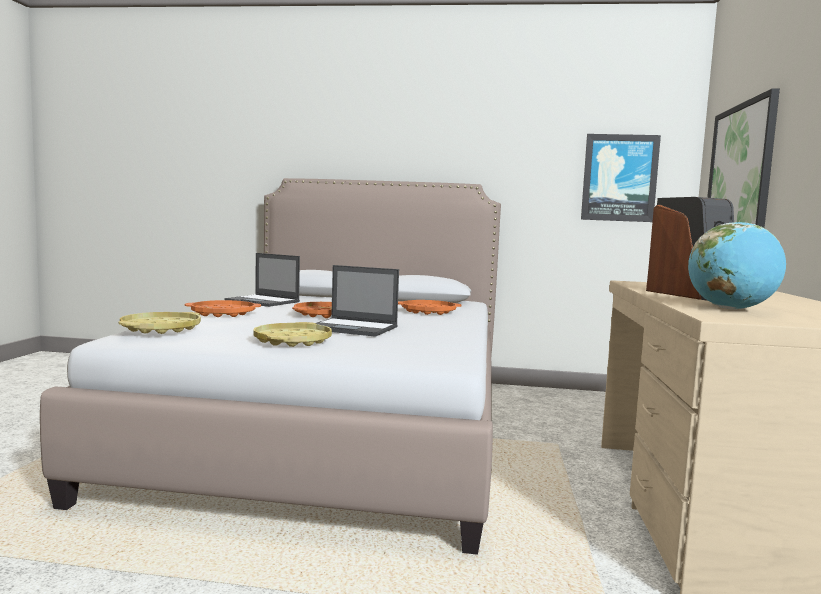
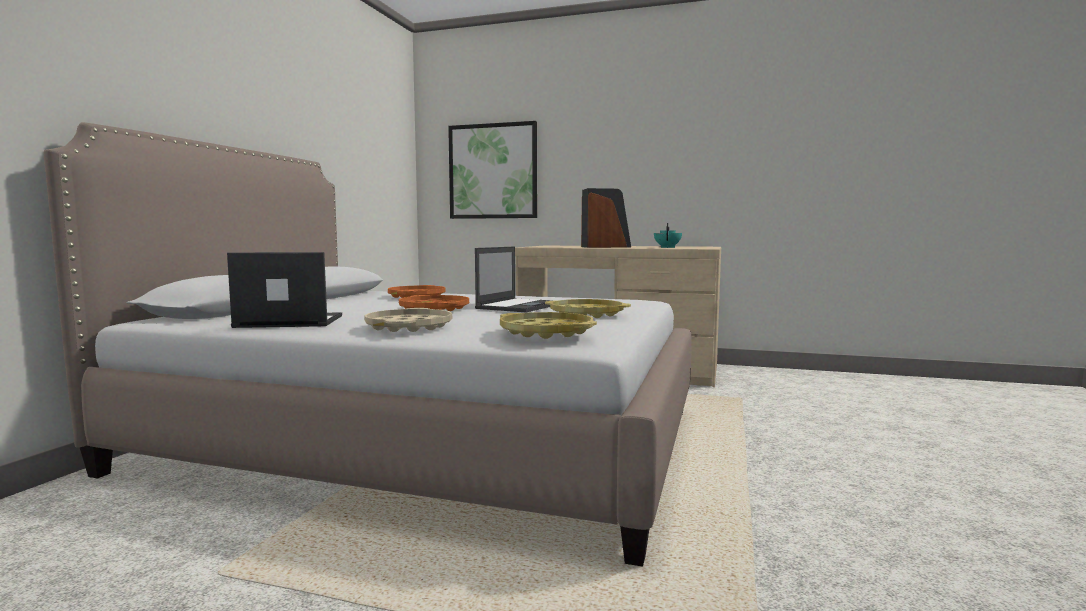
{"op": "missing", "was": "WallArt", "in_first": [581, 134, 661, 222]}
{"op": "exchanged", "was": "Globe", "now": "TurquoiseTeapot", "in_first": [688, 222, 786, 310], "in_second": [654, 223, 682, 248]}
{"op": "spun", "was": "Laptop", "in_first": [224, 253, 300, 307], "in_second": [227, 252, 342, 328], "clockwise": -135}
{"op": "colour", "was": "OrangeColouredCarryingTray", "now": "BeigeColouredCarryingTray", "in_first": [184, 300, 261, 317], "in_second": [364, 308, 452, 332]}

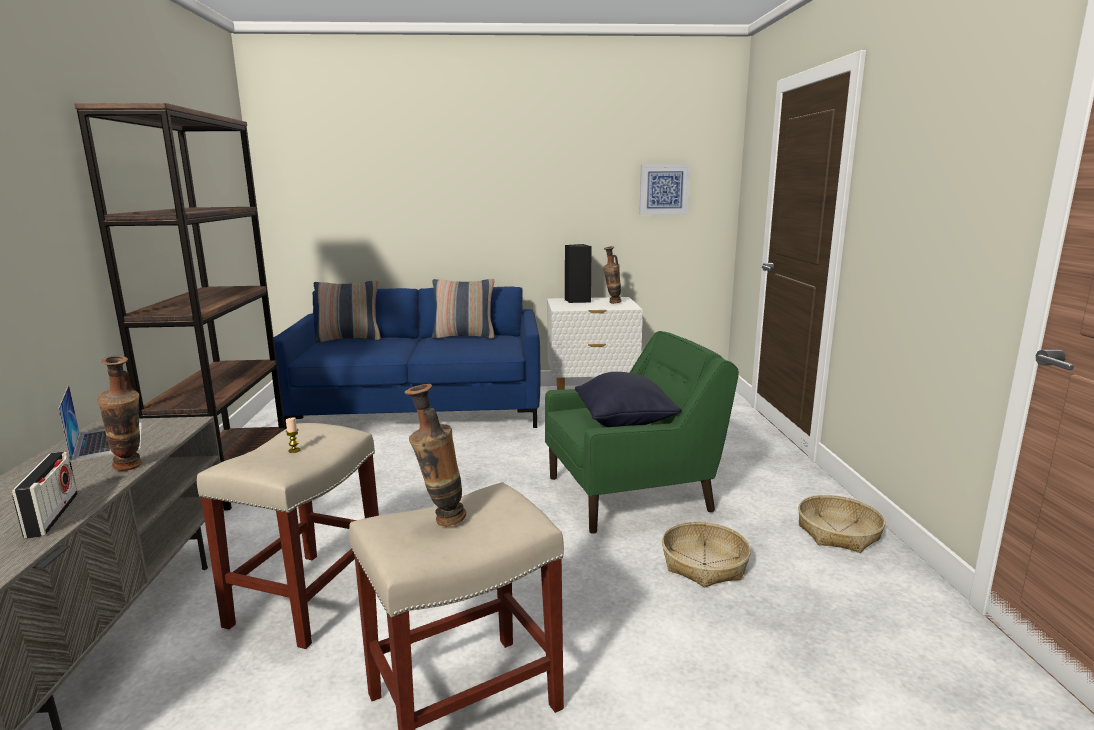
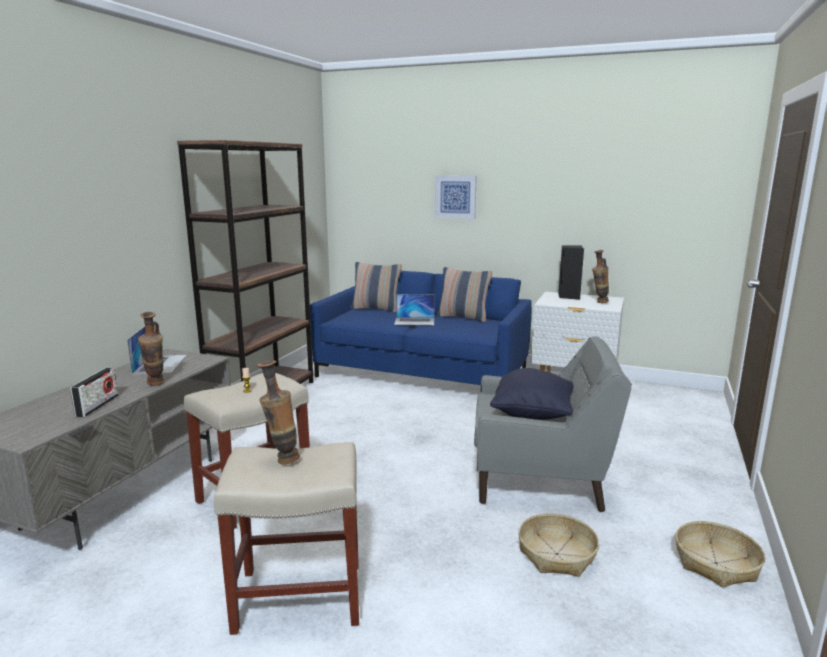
{"op": "relocated", "was": "WallArt", "in_first": [639, 164, 691, 215], "in_second": [435, 175, 477, 219]}
{"op": "colour", "was": "GreenColouredLoungeChair", "now": "GreyLoungeChair", "in_first": [545, 331, 739, 534], "in_second": [474, 336, 632, 512]}
{"op": "appeared", "now": "Laptop", "in_second": [394, 294, 435, 325]}

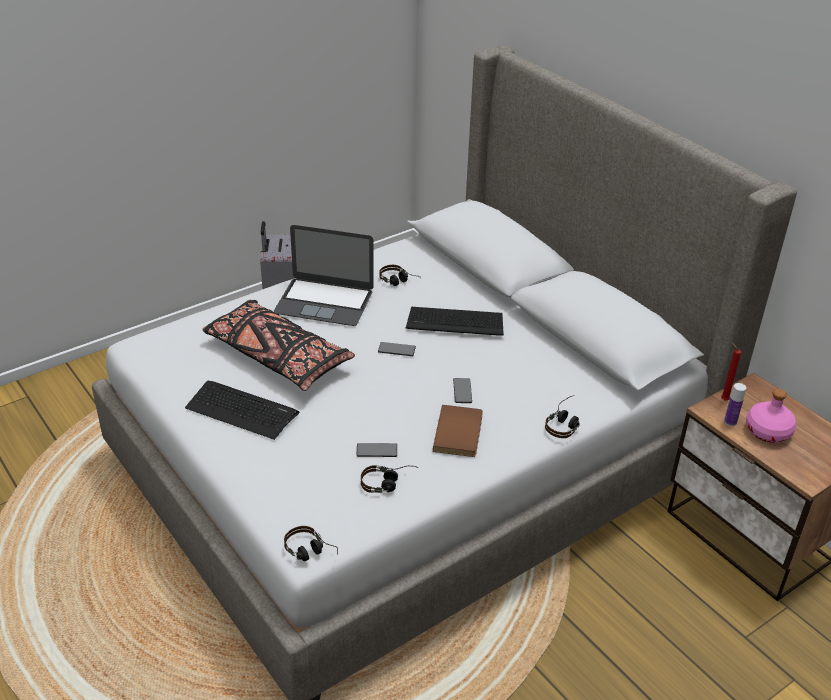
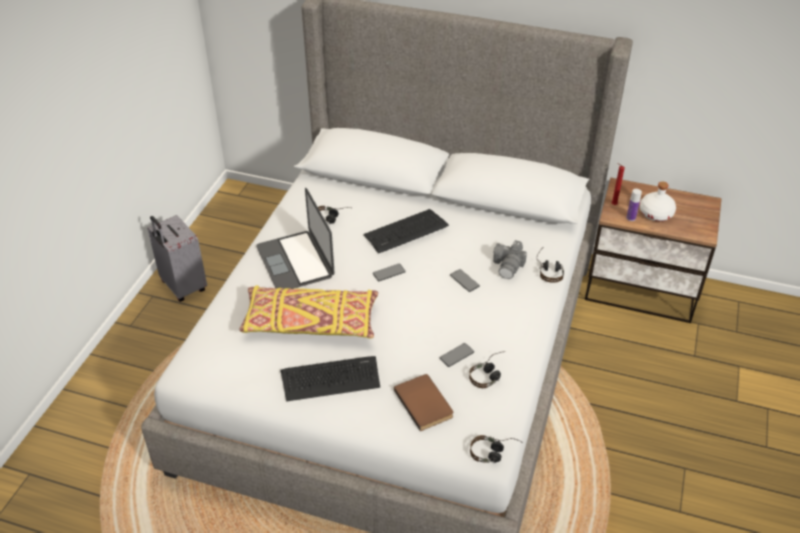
{"op": "spun", "was": "Laptop", "in_first": [274, 225, 374, 326], "in_second": [256, 188, 334, 289], "clockwise": 90}
{"op": "colour", "was": "BlackColouredThrowPillow", "now": "YellowColouredThrowPillow", "in_first": [202, 300, 355, 391], "in_second": [240, 285, 378, 339]}
{"op": "colour", "was": "PinkBeverageBottle", "now": "WhiteColouredBeverageBottle", "in_first": [746, 389, 796, 443], "in_second": [640, 181, 676, 221]}
{"op": "relocated", "was": "BrownColouredBoundBook", "in_first": [433, 405, 483, 457], "in_second": [394, 374, 453, 431]}
{"op": "appeared", "now": "PhotoCamera", "in_second": [493, 240, 527, 279]}

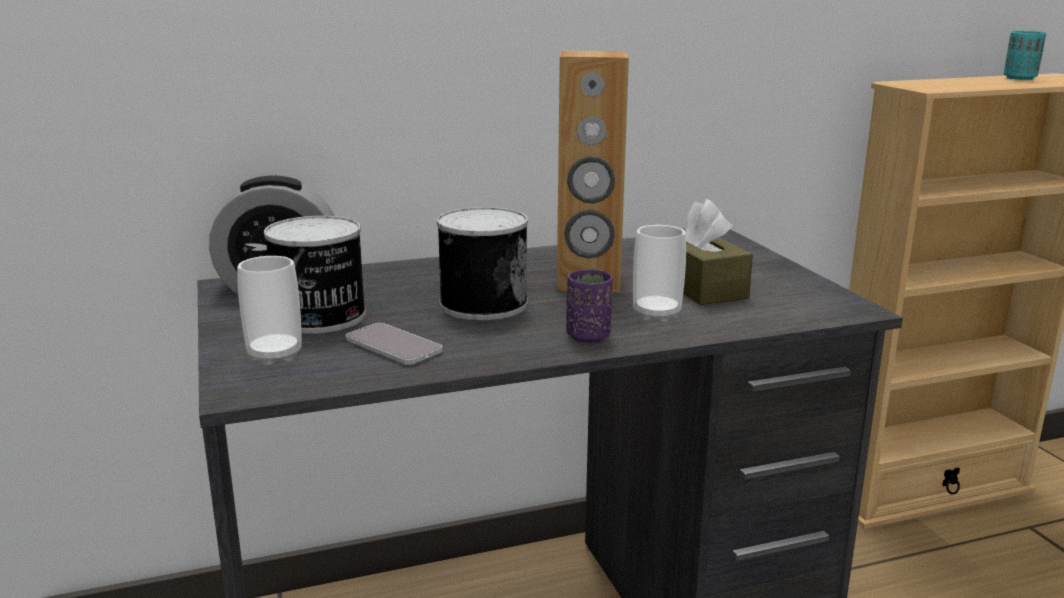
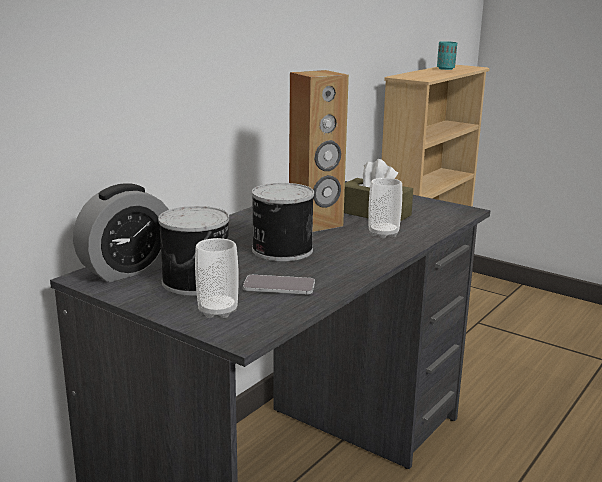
{"op": "missing", "was": "PurplishSmallCup", "in_first": [566, 269, 613, 343]}

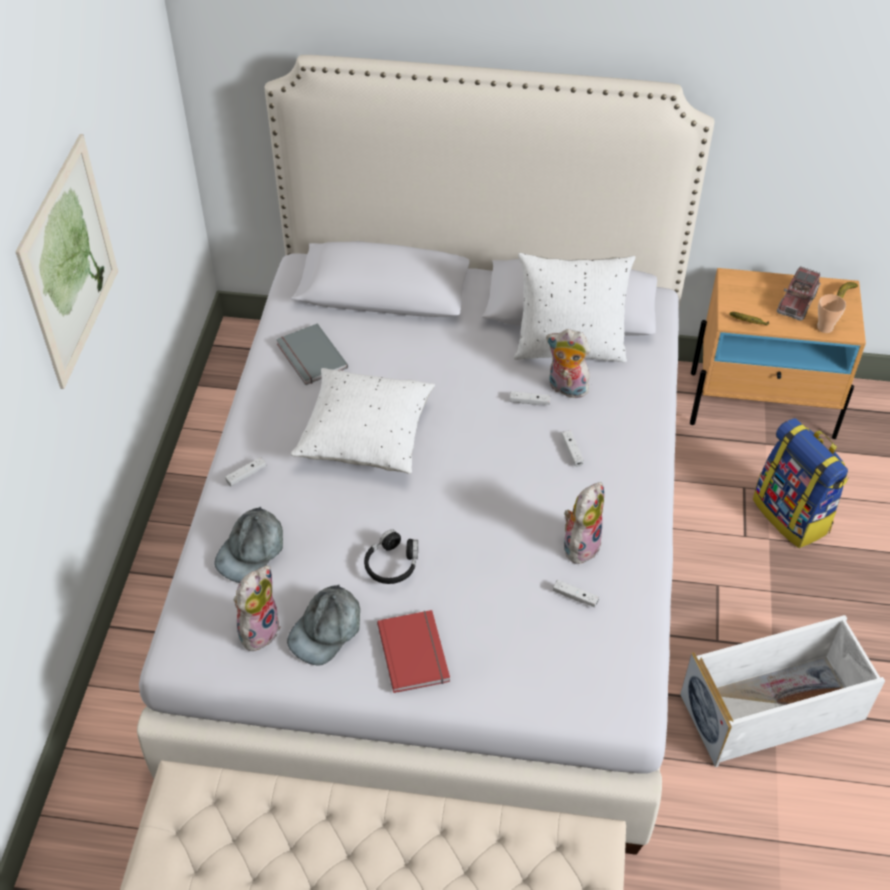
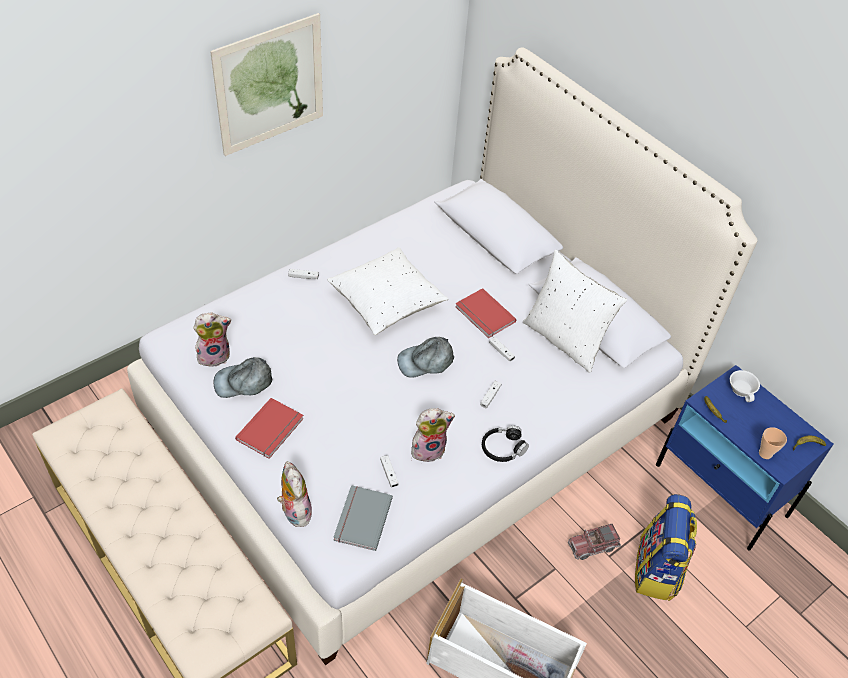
{"op": "relocated", "was": "ModelTruck", "in_first": [777, 266, 821, 321], "in_second": [568, 524, 621, 560]}
{"op": "colour", "was": "BeigeColouredNightstand", "now": "BluishNightstand", "in_first": [690, 268, 866, 439], "in_second": [656, 365, 834, 550]}
{"op": "relocated", "was": "GreyBoundBook", "in_first": [276, 323, 348, 385], "in_second": [333, 485, 393, 551]}
{"op": "relocated", "was": "PlushToy", "in_first": [546, 329, 591, 398], "in_second": [277, 461, 312, 527]}
{"op": "relocated", "was": "GreyCap", "in_first": [214, 507, 283, 583], "in_second": [397, 337, 454, 378]}
{"op": "relocated", "was": "BlackColouredHeadset", "in_first": [364, 529, 418, 584], "in_second": [482, 426, 529, 462]}
{"op": "appeared", "now": "RedBoundBook", "in_second": [455, 288, 516, 338]}
{"op": "appeared", "now": "WhiteColouredSmallCup", "in_second": [730, 370, 760, 402]}

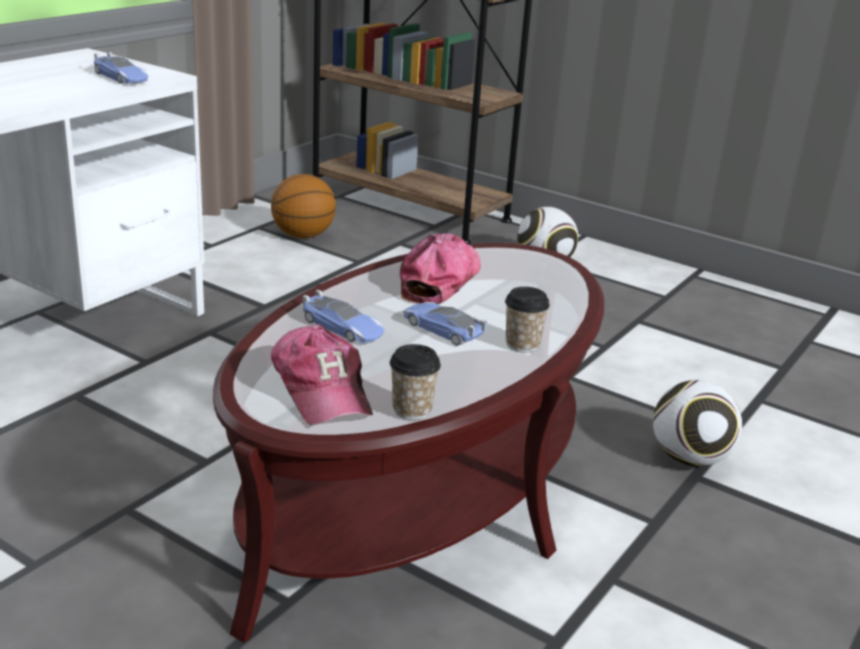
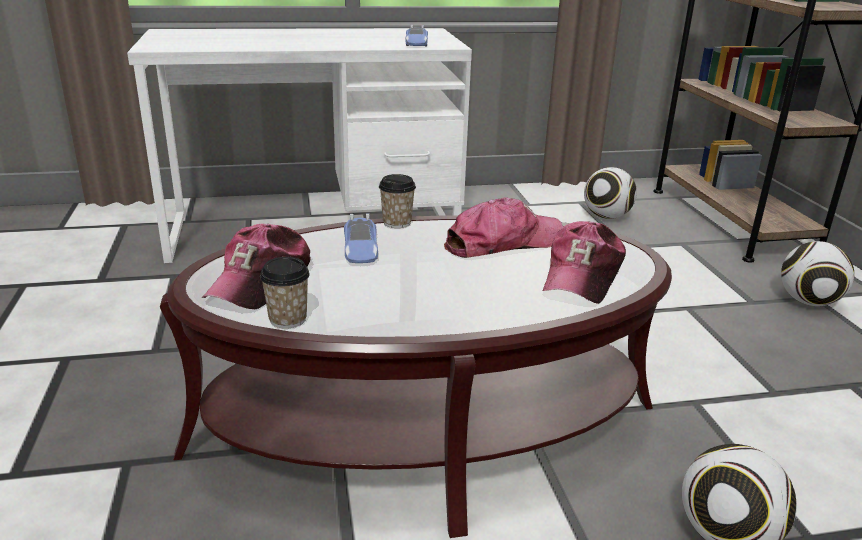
{"op": "exchanged", "was": "BasketballBall", "now": "BallForFootball", "in_first": [271, 174, 336, 238], "in_second": [584, 167, 637, 219]}
{"op": "relocated", "was": "SmallCup", "in_first": [505, 287, 550, 352], "in_second": [379, 174, 416, 228]}
{"op": "missing", "was": "ToyCar", "in_first": [403, 302, 487, 346]}
{"op": "appeared", "now": "Cap", "in_second": [542, 221, 626, 304]}

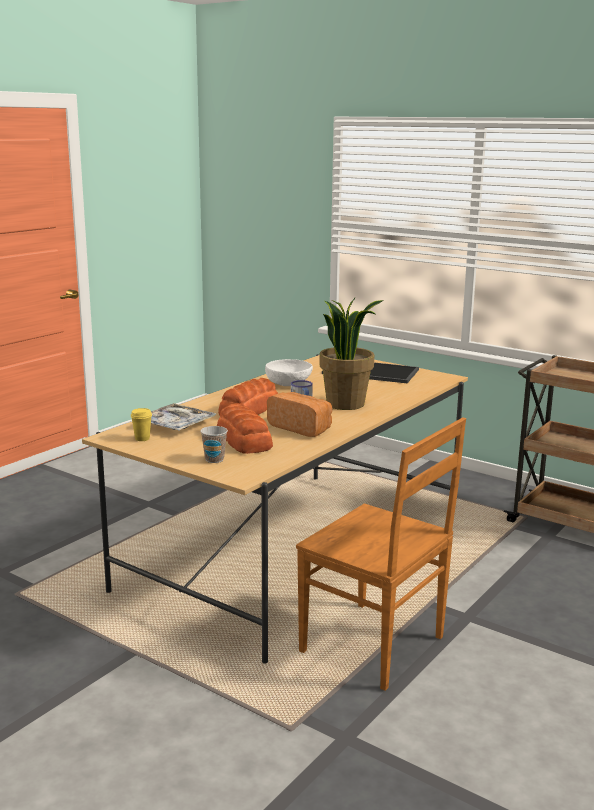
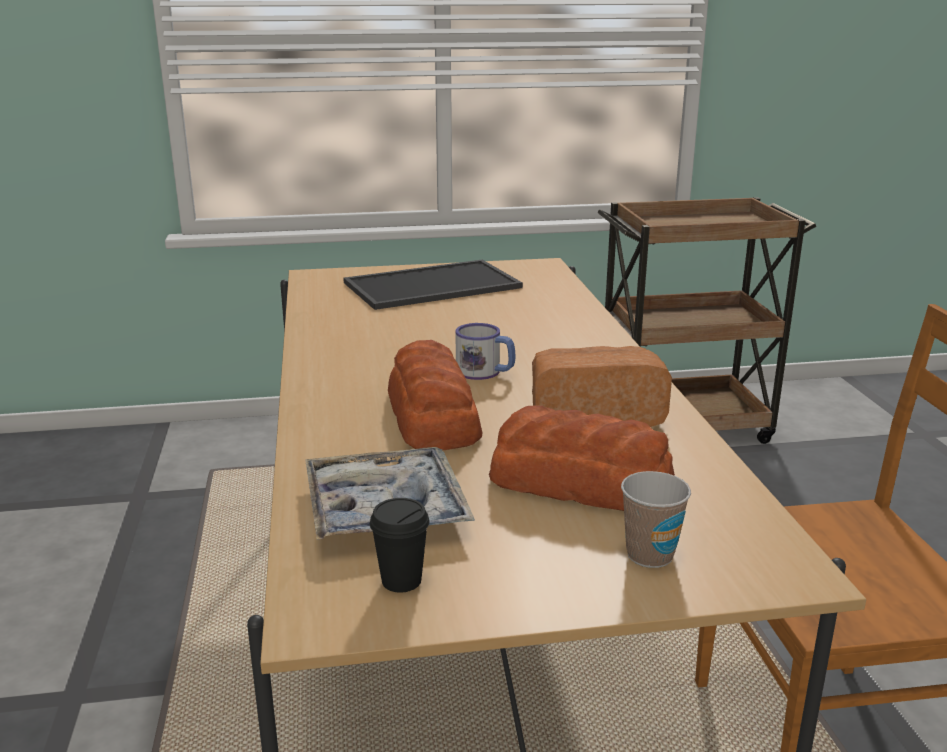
{"op": "missing", "was": "Houseplant", "in_first": [319, 298, 384, 410]}
{"op": "missing", "was": "WhiteColouredDeepDish", "in_first": [265, 359, 313, 386]}
{"op": "colour", "was": "YellowColouredSmallCup", "now": "BlackColouredSmallCup", "in_first": [131, 408, 152, 441], "in_second": [370, 498, 430, 593]}

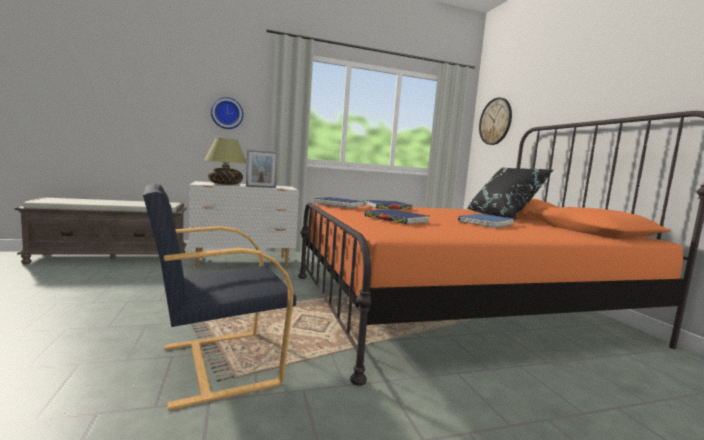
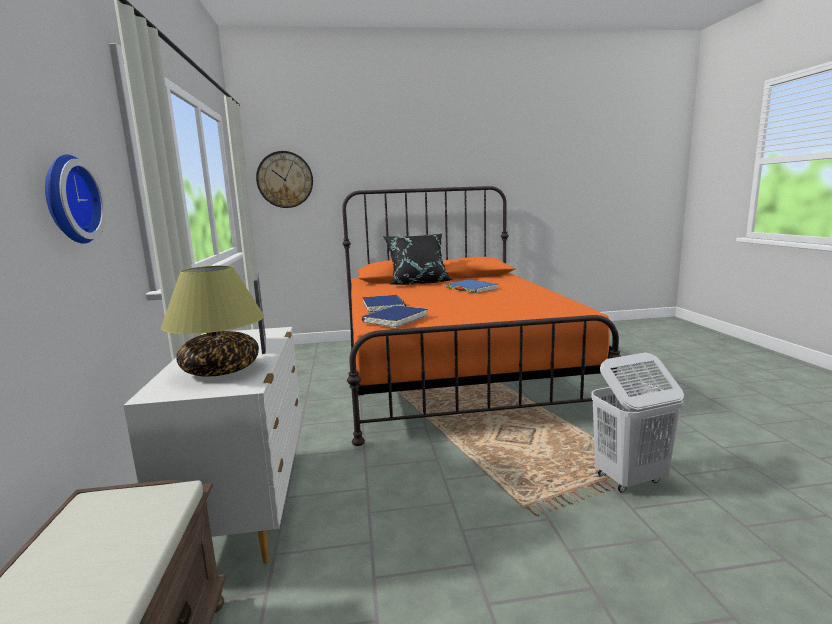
{"op": "exchanged", "was": "BlackColouredLoungeChair", "now": "WhiteColouredLaundryBasket", "in_first": [143, 183, 296, 411], "in_second": [591, 352, 684, 493]}
{"op": "missing", "was": "BluishBoundBook", "in_first": [364, 209, 429, 224]}

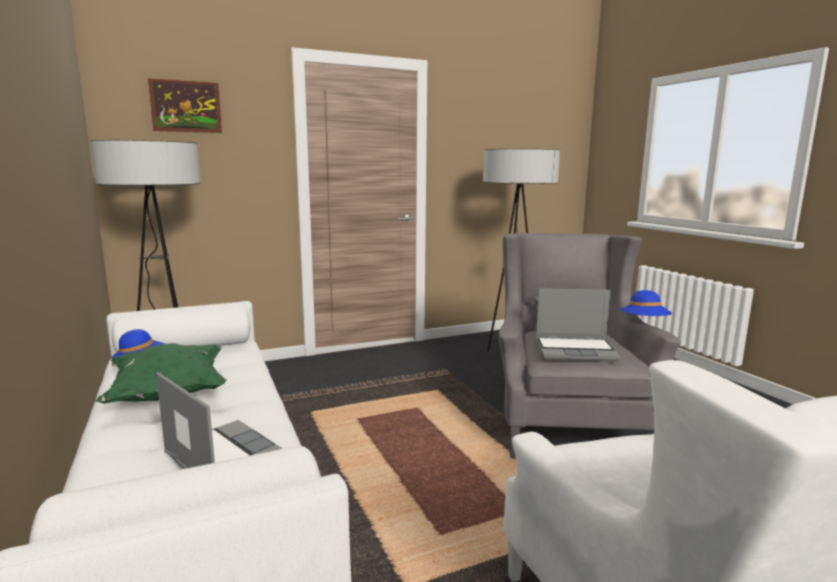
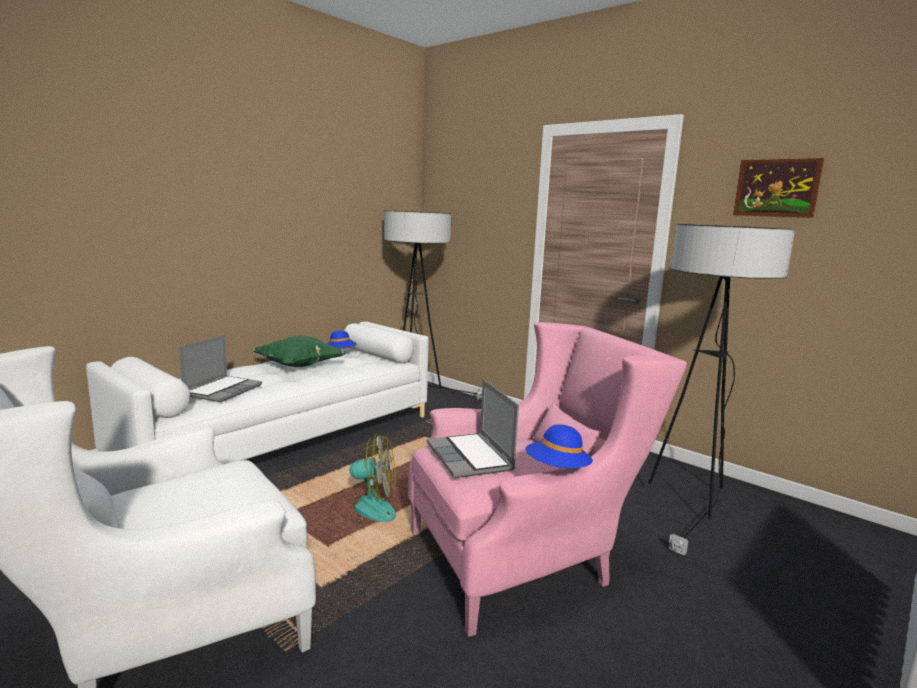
{"op": "relocated", "was": "WallArt", "in_first": [148, 78, 222, 133], "in_second": [733, 158, 824, 218]}
{"op": "colour", "was": "GreyLoungeChair", "now": "PinkLoungeChair", "in_first": [499, 233, 681, 458], "in_second": [408, 322, 687, 637]}
{"op": "appeared", "now": "Fan", "in_second": [330, 433, 396, 530]}

